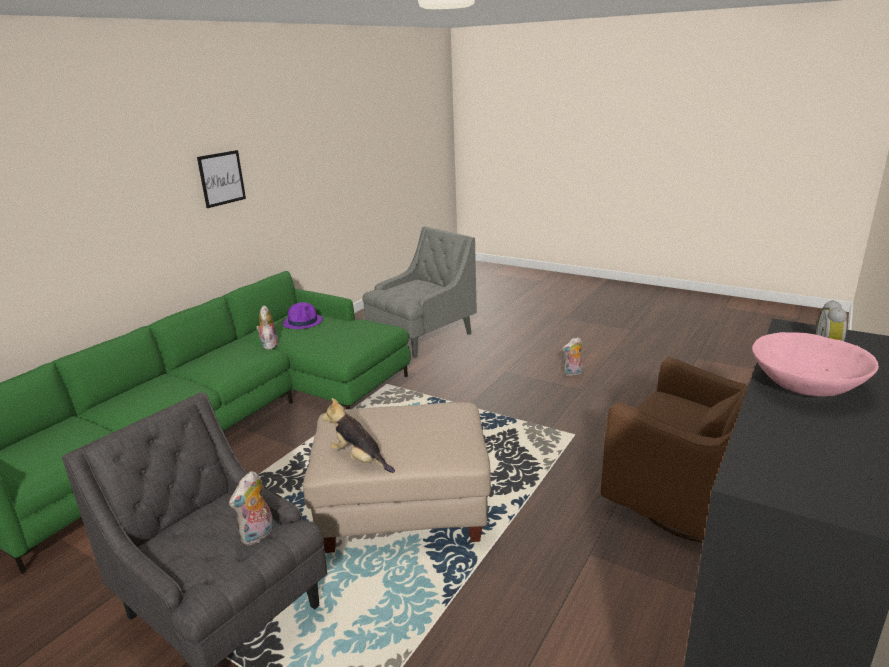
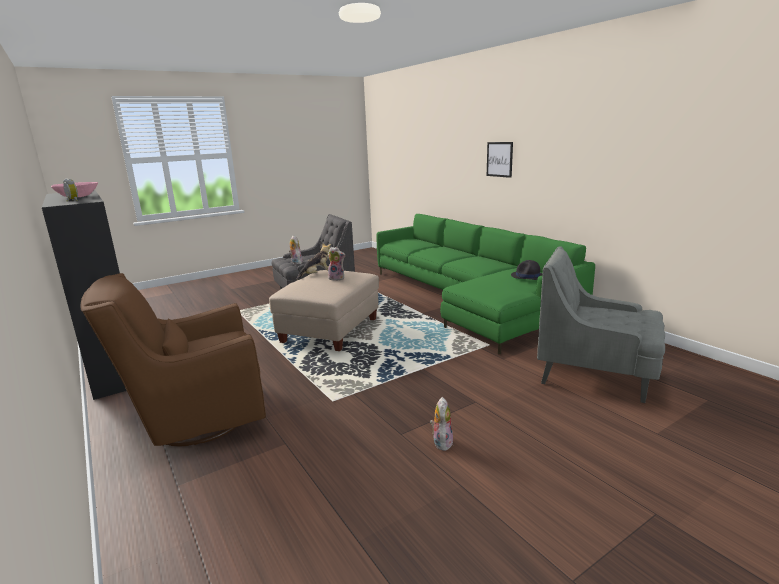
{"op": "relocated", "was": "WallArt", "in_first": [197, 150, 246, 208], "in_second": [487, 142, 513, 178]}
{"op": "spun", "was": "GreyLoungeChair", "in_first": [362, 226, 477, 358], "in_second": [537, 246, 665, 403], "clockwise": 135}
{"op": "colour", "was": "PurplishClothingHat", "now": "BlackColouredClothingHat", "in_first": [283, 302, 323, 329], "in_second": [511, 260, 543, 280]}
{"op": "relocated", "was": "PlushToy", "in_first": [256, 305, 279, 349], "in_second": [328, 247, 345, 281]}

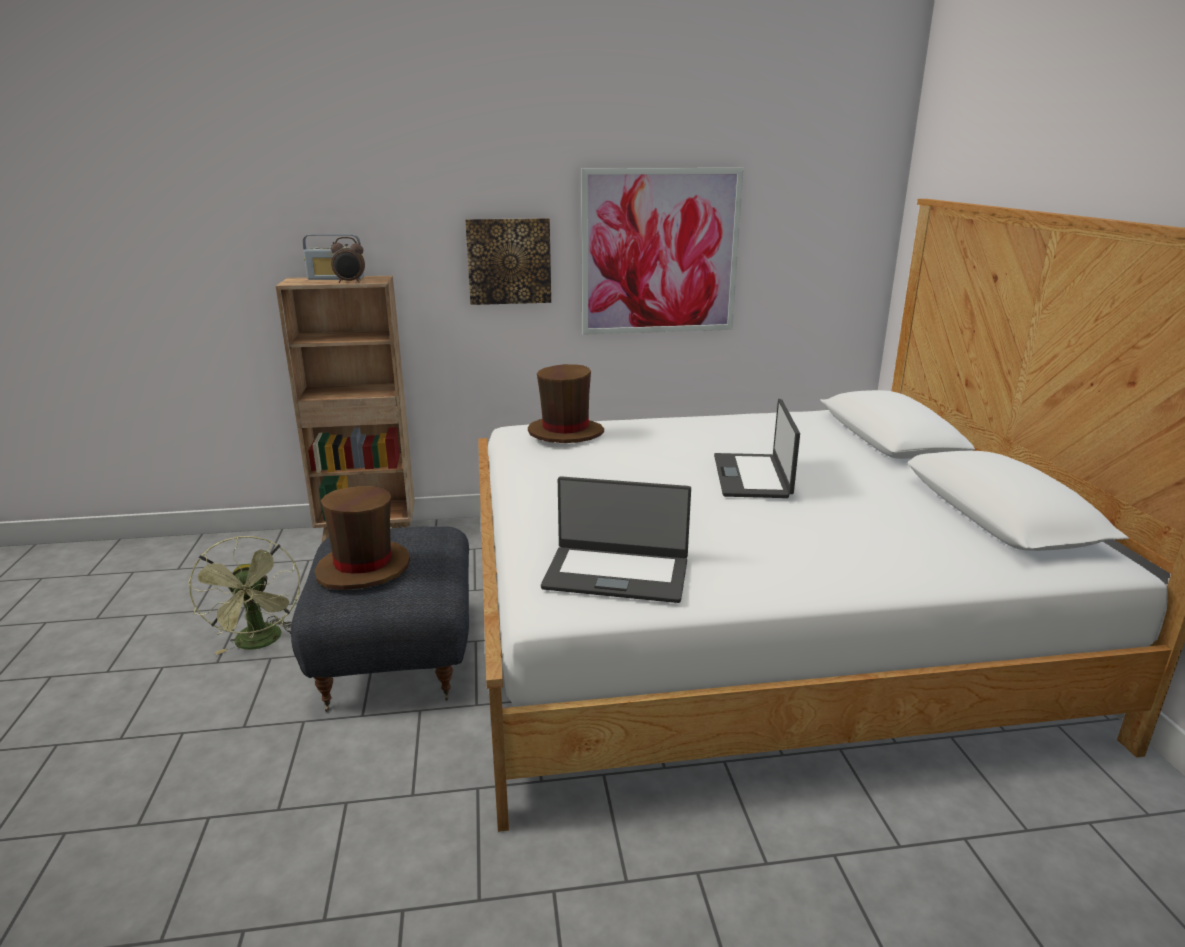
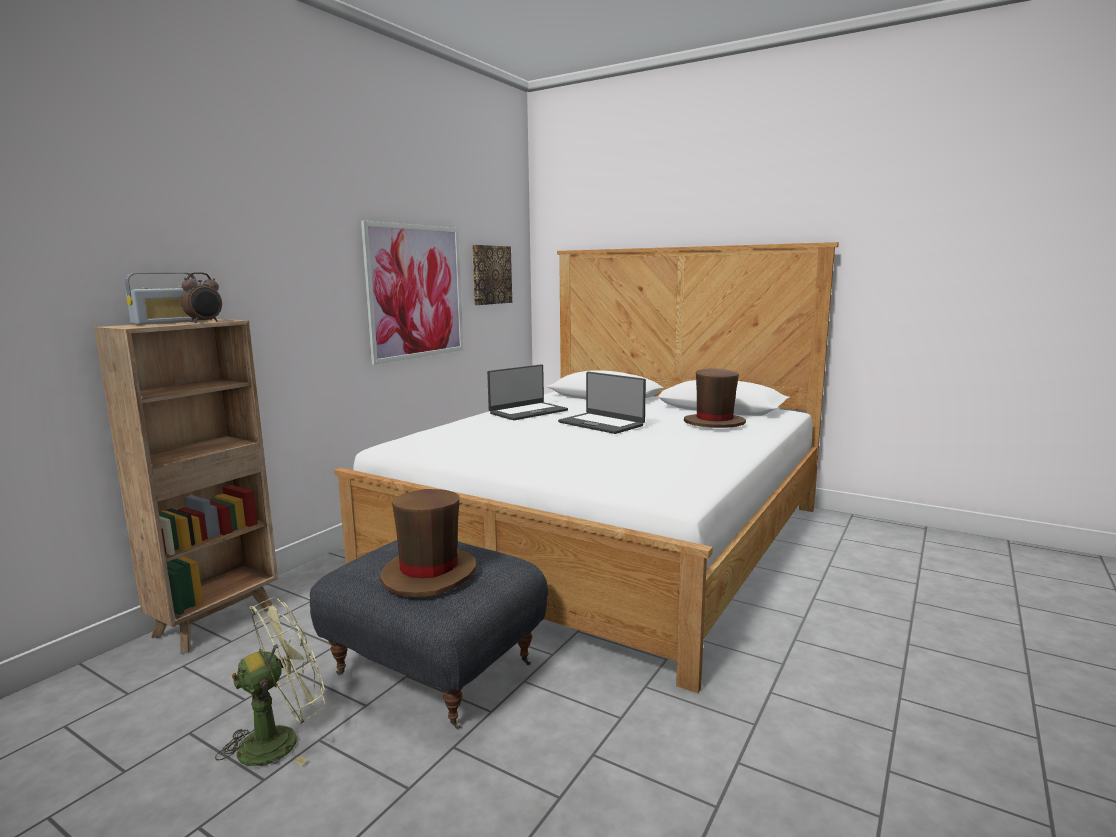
{"op": "relocated", "was": "WallArt", "in_first": [465, 218, 551, 305], "in_second": [472, 245, 512, 305]}
{"op": "relocated", "was": "BrownColouredClothingHat", "in_first": [528, 364, 604, 443], "in_second": [684, 368, 746, 428]}
{"op": "relocated", "was": "Laptop", "in_first": [541, 476, 691, 603], "in_second": [487, 364, 568, 420]}
{"op": "spun", "was": "GreenColouredFan", "in_first": [188, 536, 300, 655], "in_second": [215, 598, 325, 766], "clockwise": -60}

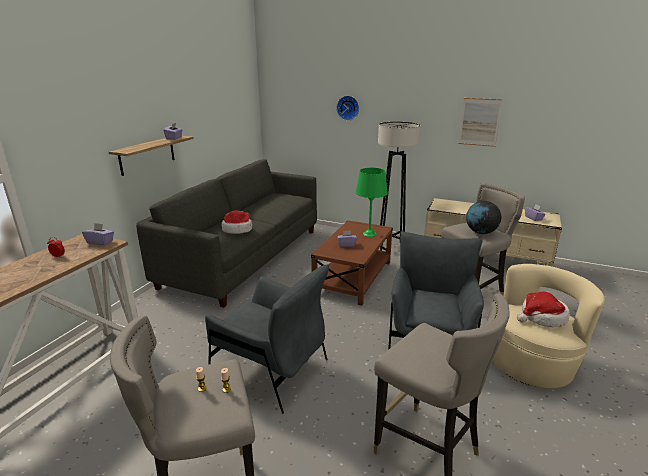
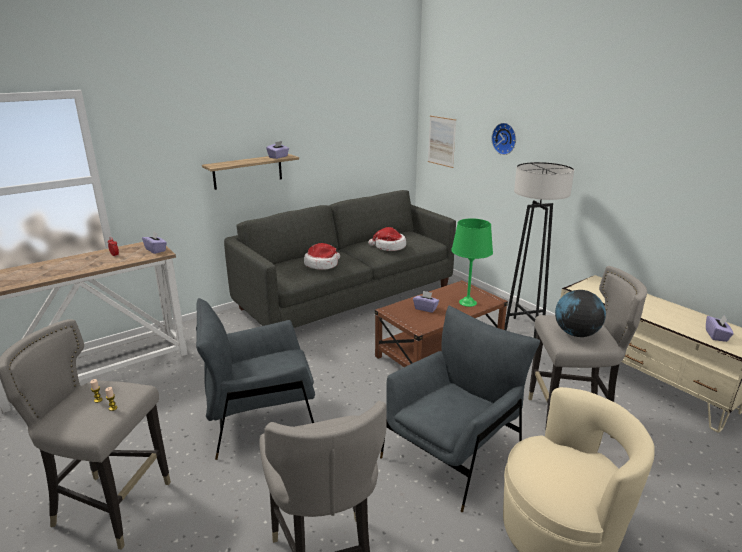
{"op": "relocated", "was": "WallArt", "in_first": [458, 98, 503, 147], "in_second": [428, 115, 456, 168]}
{"op": "spun", "was": "GreyLoungeChair", "in_first": [205, 264, 329, 414], "in_second": [196, 298, 315, 460], "clockwise": 105}
{"op": "relocated", "was": "ClothingHat", "in_first": [517, 292, 570, 327], "in_second": [368, 227, 406, 251]}

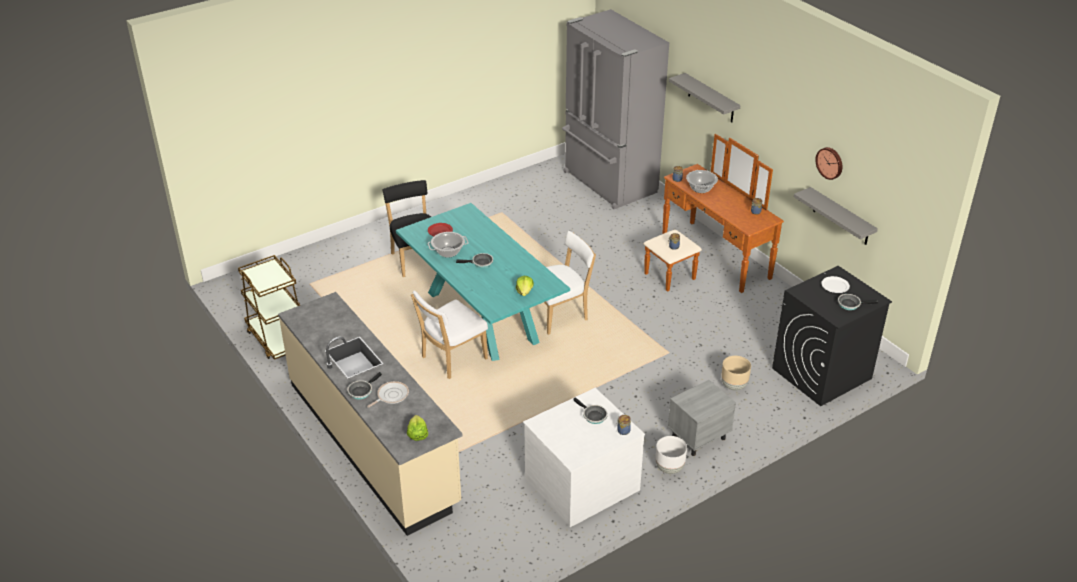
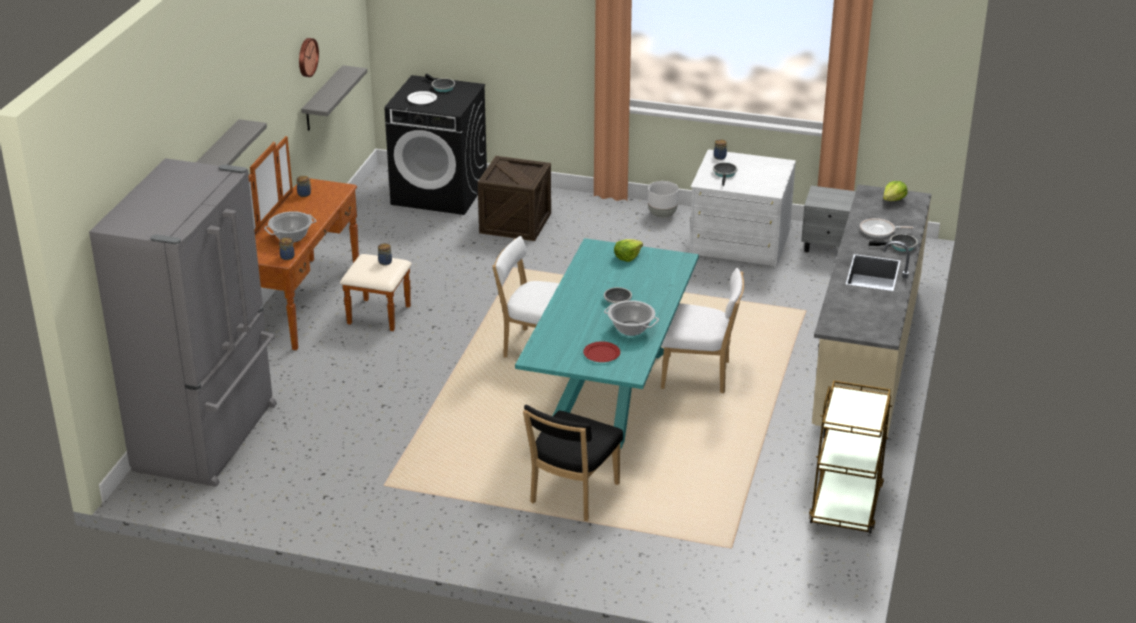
{"op": "exchanged", "was": "BeigeColouredPlantPot", "now": "Crate", "in_first": [721, 356, 751, 391], "in_second": [478, 156, 551, 241]}
{"op": "relocated", "was": "GreyNightstand", "in_first": [668, 380, 736, 456], "in_second": [801, 185, 856, 252]}

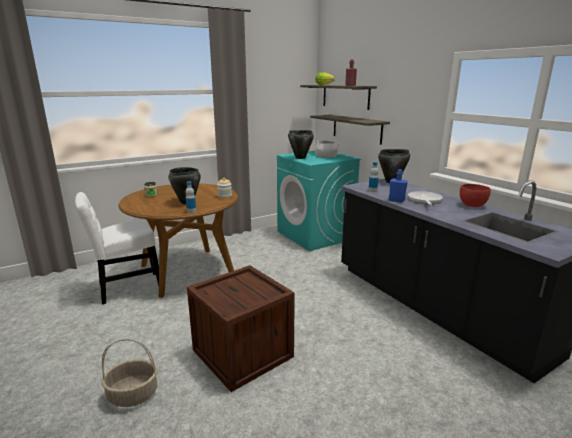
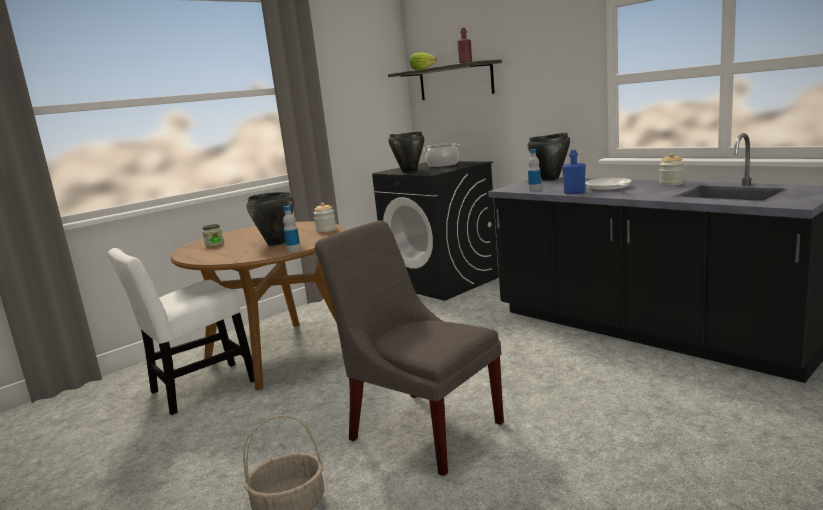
{"op": "missing", "was": "WallShelf", "in_first": [310, 115, 390, 145]}
{"op": "colour", "was": "TurquoiseLaundryMachine", "now": "BlackColouredLaundryMachine", "in_first": [277, 151, 361, 251], "in_second": [372, 161, 499, 301]}
{"op": "exchanged", "was": "RedDeepDish", "now": "Jar", "in_first": [460, 184, 491, 207], "in_second": [659, 153, 684, 186]}
{"op": "exchanged", "was": "Crate", "now": "GreyUprightChair", "in_first": [187, 265, 295, 392], "in_second": [315, 220, 504, 476]}

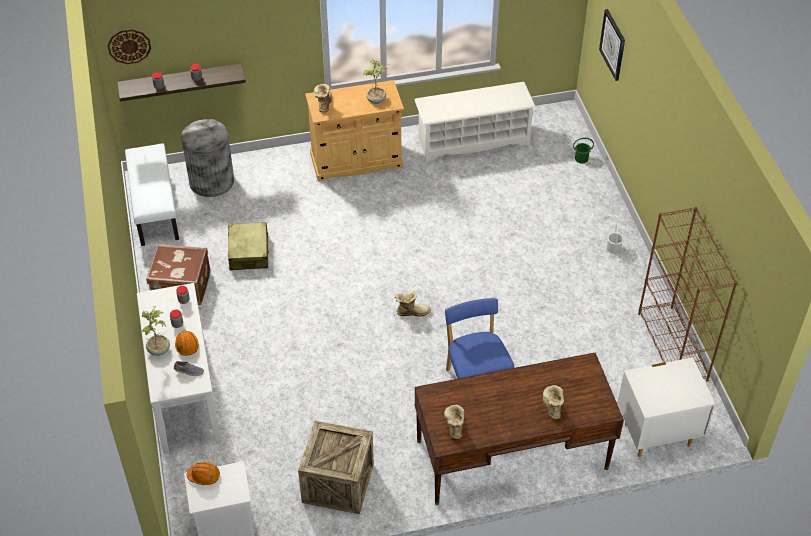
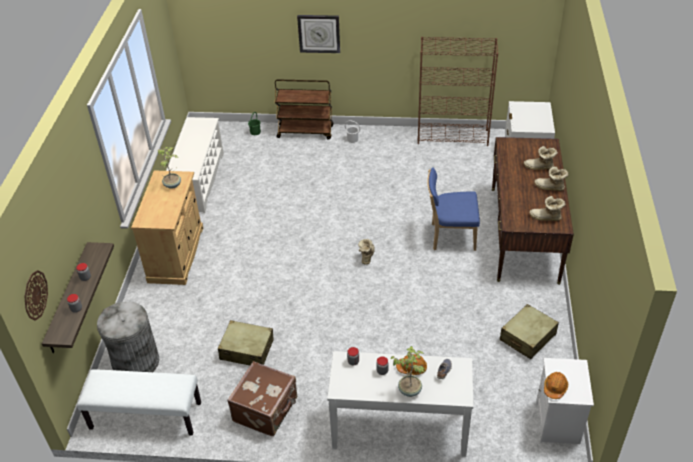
{"op": "relocated", "was": "HangingClock", "in_first": [599, 9, 625, 81], "in_second": [297, 15, 340, 53]}
{"op": "relocated", "was": "HighTopBoot", "in_first": [314, 84, 332, 113], "in_second": [534, 167, 568, 191]}
{"op": "exchanged", "was": "Crate", "now": "BeigeColouredSuitcase", "in_first": [298, 421, 374, 514], "in_second": [500, 304, 559, 359]}
{"op": "appeared", "now": "BrownColouredCart", "in_second": [275, 79, 334, 140]}

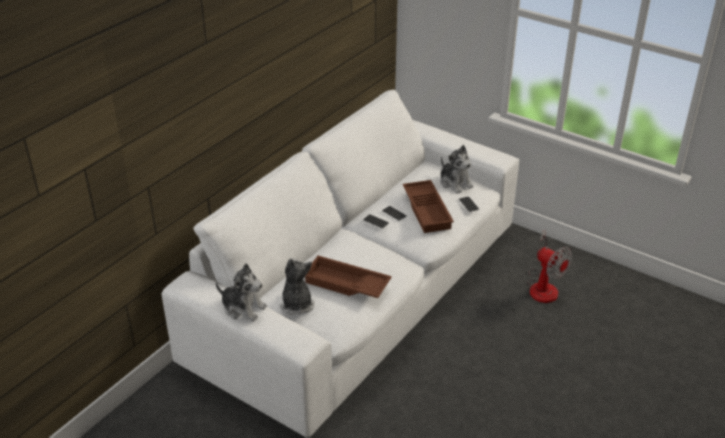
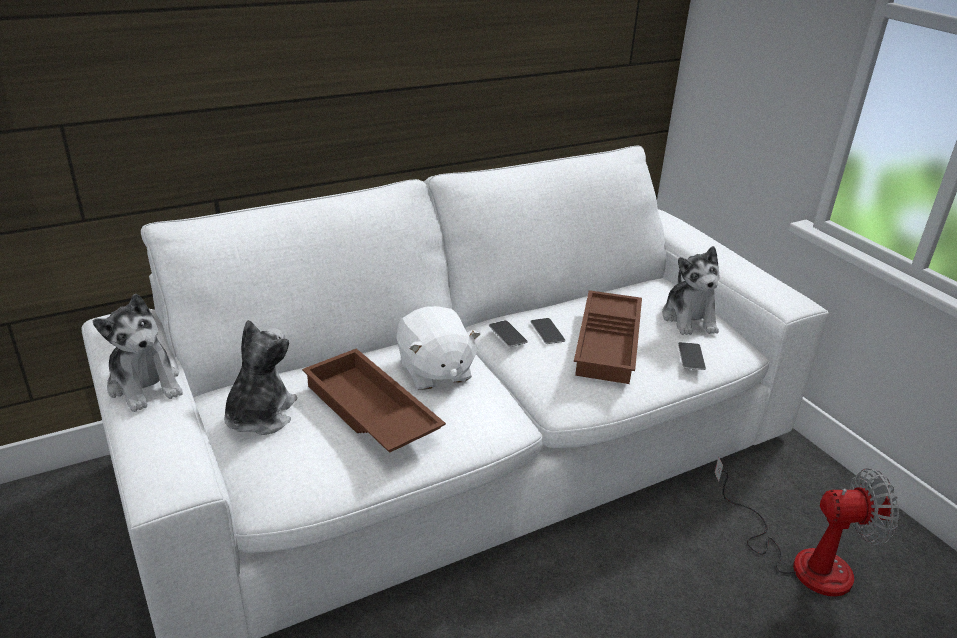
{"op": "spun", "was": "Fan", "in_first": [527, 229, 572, 303], "in_second": [715, 456, 899, 597], "clockwise": -75}
{"op": "appeared", "now": "WhiteColouredPlushToy", "in_second": [396, 306, 481, 390]}

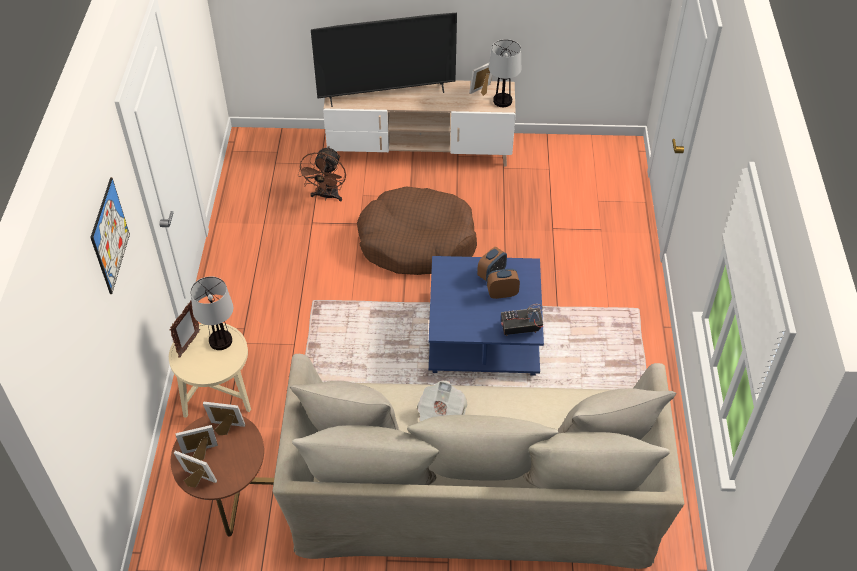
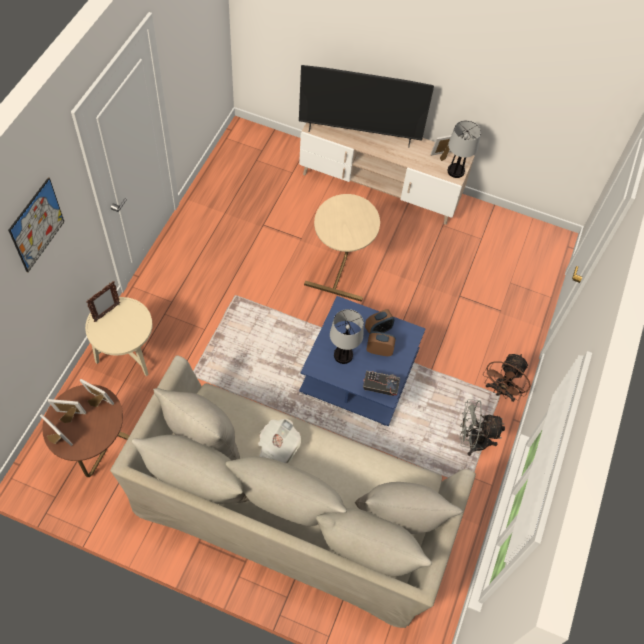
{"op": "relocated", "was": "BrownColouredFan", "in_first": [297, 146, 346, 201], "in_second": [483, 354, 531, 402]}
{"op": "exchanged", "was": "BrownColouredDogBed", "now": "BeigeColouredEndTable", "in_first": [357, 186, 477, 275], "in_second": [304, 194, 380, 302]}
{"op": "relocated", "was": "TabletopLamp", "in_first": [190, 276, 233, 350], "in_second": [330, 309, 364, 364]}
{"op": "appeared", "now": "GreyFan", "in_second": [460, 399, 505, 456]}

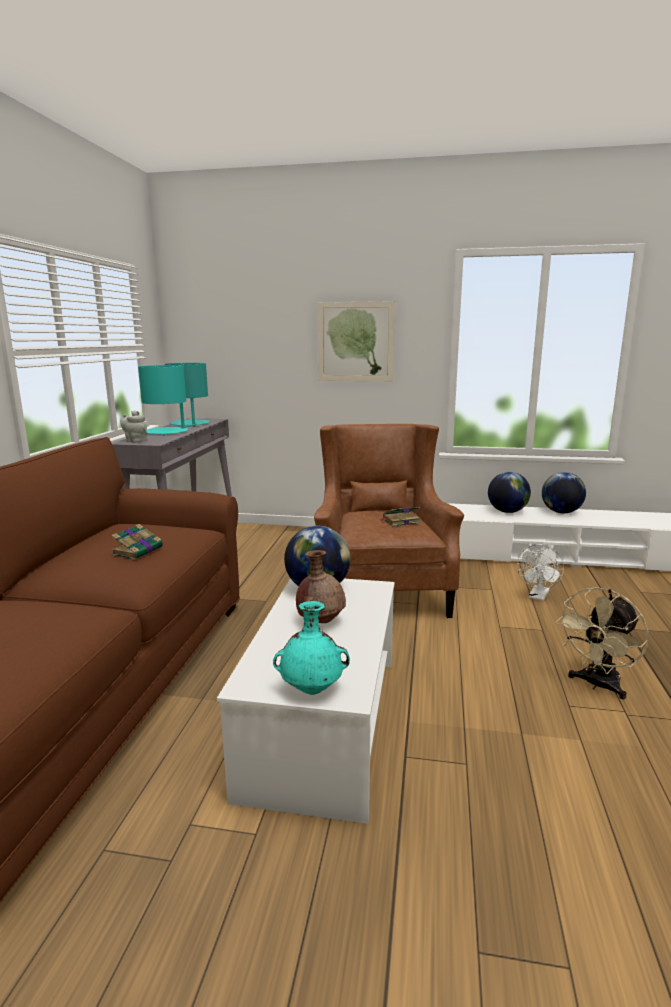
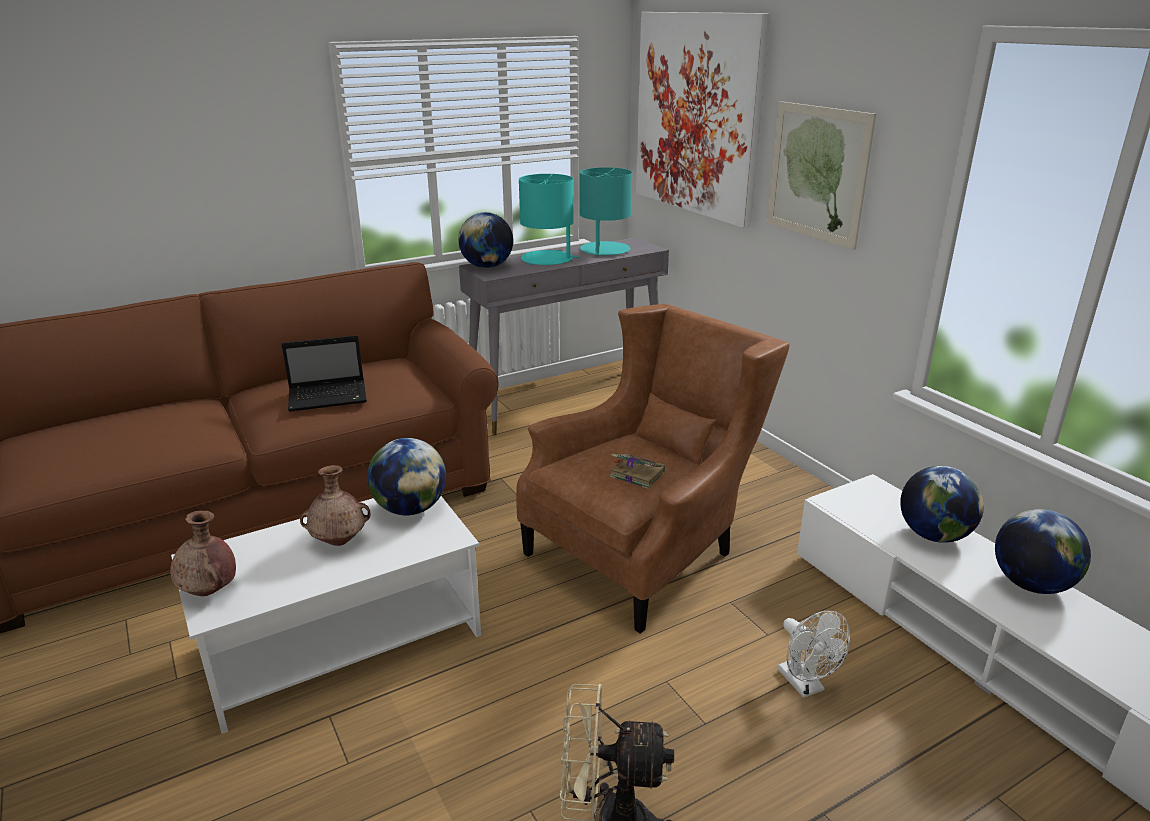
{"op": "exchanged", "was": "GreyTeapot", "now": "Globe", "in_first": [120, 410, 147, 443], "in_second": [458, 212, 513, 268]}
{"op": "exchanged", "was": "BoundBook", "now": "Laptop", "in_first": [111, 524, 163, 560], "in_second": [281, 335, 367, 412]}
{"op": "spun", "was": "WhiteColouredFan", "in_first": [517, 544, 564, 601], "in_second": [777, 611, 850, 698], "clockwise": -105}
{"op": "colour", "was": "TurquoiseFlowerVase", "now": "BrownColouredFlowerVase", "in_first": [273, 601, 350, 695], "in_second": [170, 511, 236, 596]}
{"op": "appeared", "now": "WallArt", "in_second": [636, 12, 770, 228]}

